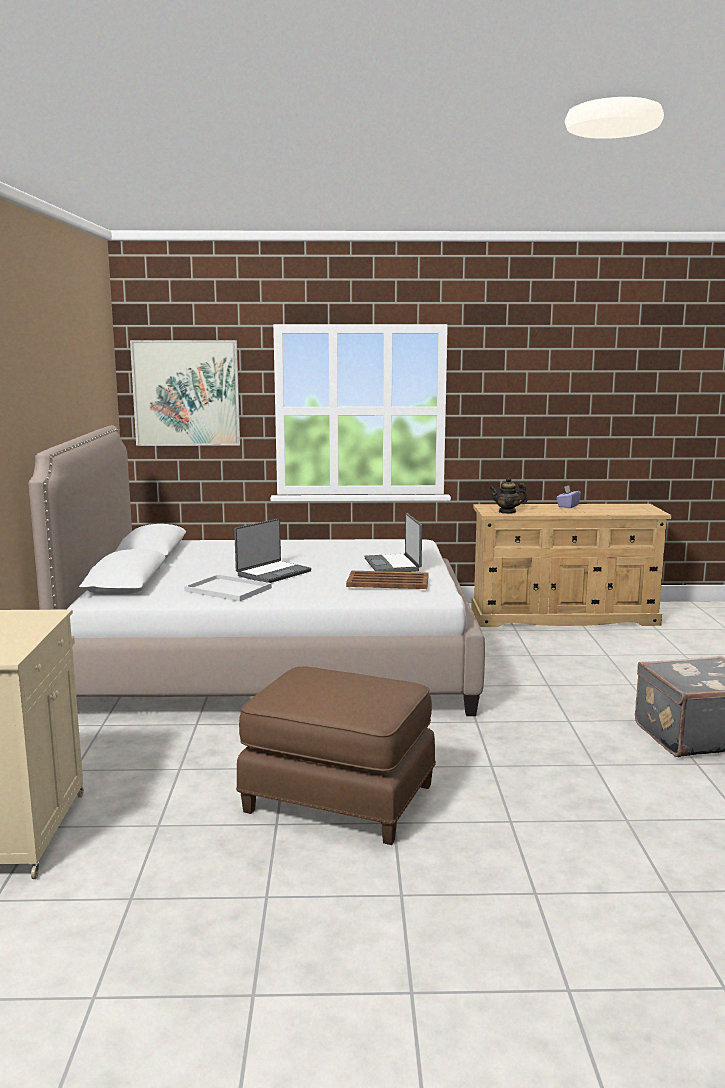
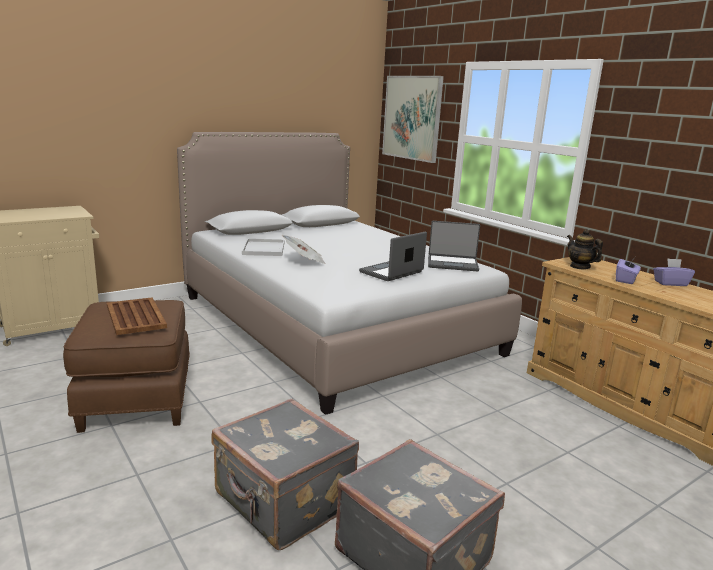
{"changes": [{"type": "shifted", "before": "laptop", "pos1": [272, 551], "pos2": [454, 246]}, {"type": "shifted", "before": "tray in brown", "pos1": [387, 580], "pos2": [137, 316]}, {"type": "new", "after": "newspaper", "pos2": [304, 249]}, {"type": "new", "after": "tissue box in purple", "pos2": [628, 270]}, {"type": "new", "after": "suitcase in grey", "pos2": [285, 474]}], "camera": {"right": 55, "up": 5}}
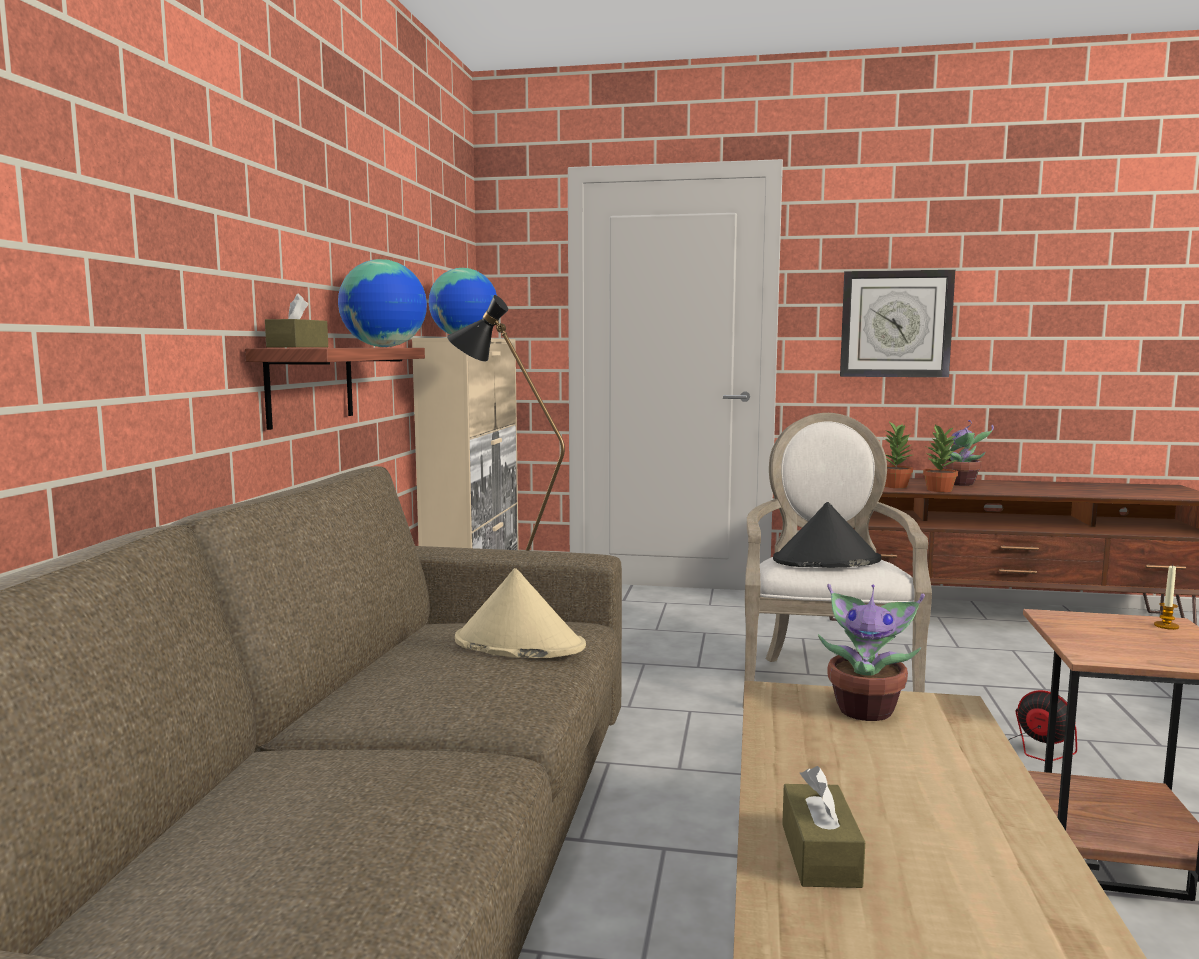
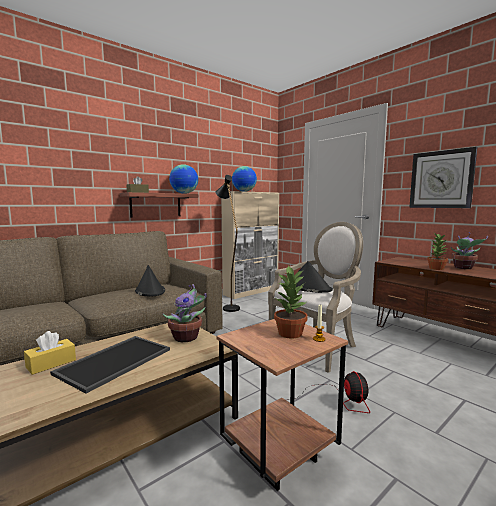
{"changes": [{"type": "shifted", "before": "potted plant", "pos1": [898, 455], "pos2": [291, 302]}, {"type": "repainted", "before": "hat in beige", "after": "hat in black", "pos1": [520, 613], "pos2": [150, 281]}, {"type": "repainted", "before": "tissue box in brown", "after": "tissue box in yellow", "pos1": [823, 827], "pos2": [50, 353]}, {"type": "new", "after": "tray", "pos2": [110, 365]}], "camera": {"right": 40, "up": 0}}
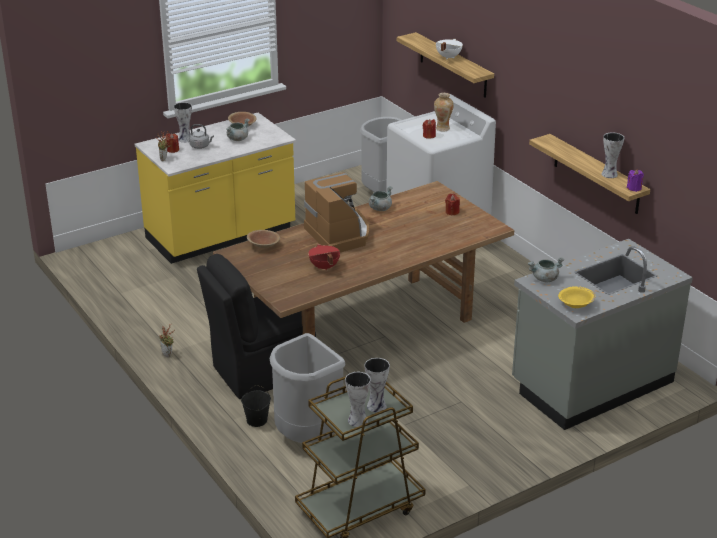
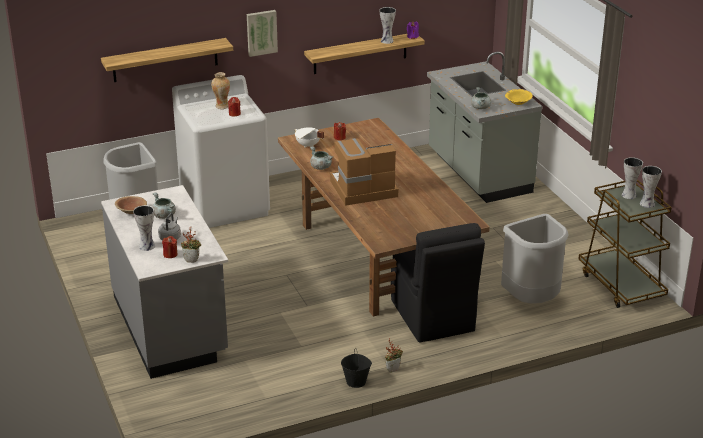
{"changes": [{"type": "shifted", "before": "cooking pot in white", "pos1": [449, 49], "pos2": [309, 137]}, {"type": "repainted", "before": "counter in yellow", "after": "counter in grey", "pos1": [215, 188], "pos2": [164, 282]}, {"type": "gone", "before": "bowl in brown", "pos1": [263, 239]}, {"type": "gone", "before": "cooking pot in red", "pos1": [324, 257]}, {"type": "shifted", "before": "bucket in black", "pos1": [256, 406], "pos2": [356, 368]}, {"type": "new", "after": "picture", "pos2": [262, 33]}], "camera": {"right": -80, "up": 0}}
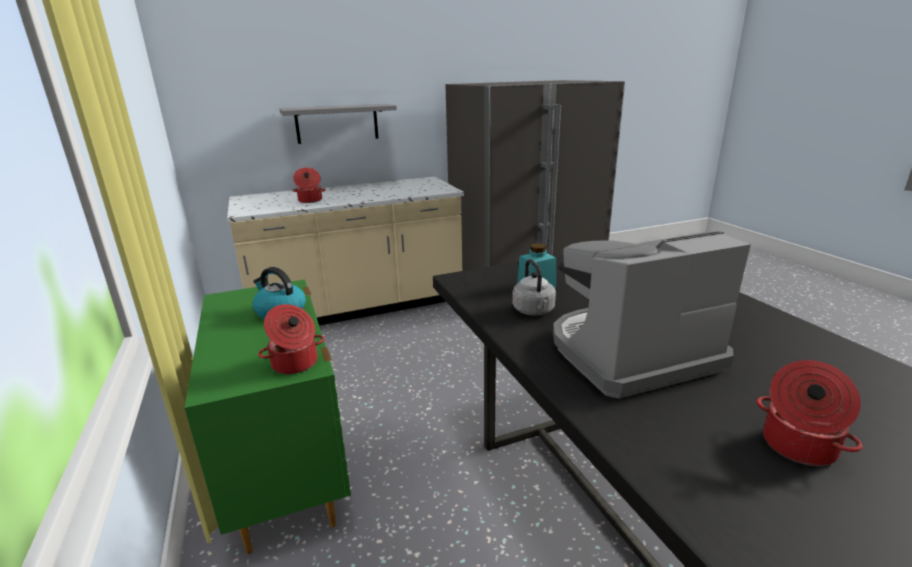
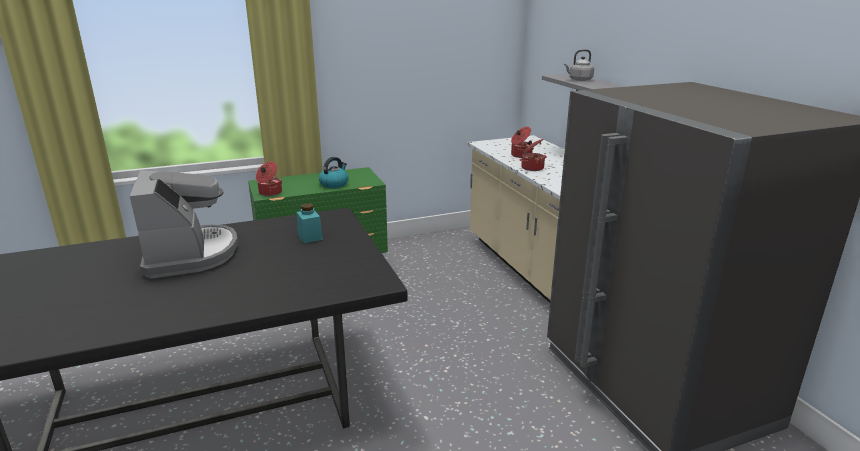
{"changes": [{"type": "shifted", "before": "kettle in grey", "pos1": [534, 287], "pos2": [579, 65]}, {"type": "shifted", "before": "cooking pot", "pos1": [809, 413], "pos2": [533, 155]}], "camera": {"right": 90, "up": 0}}
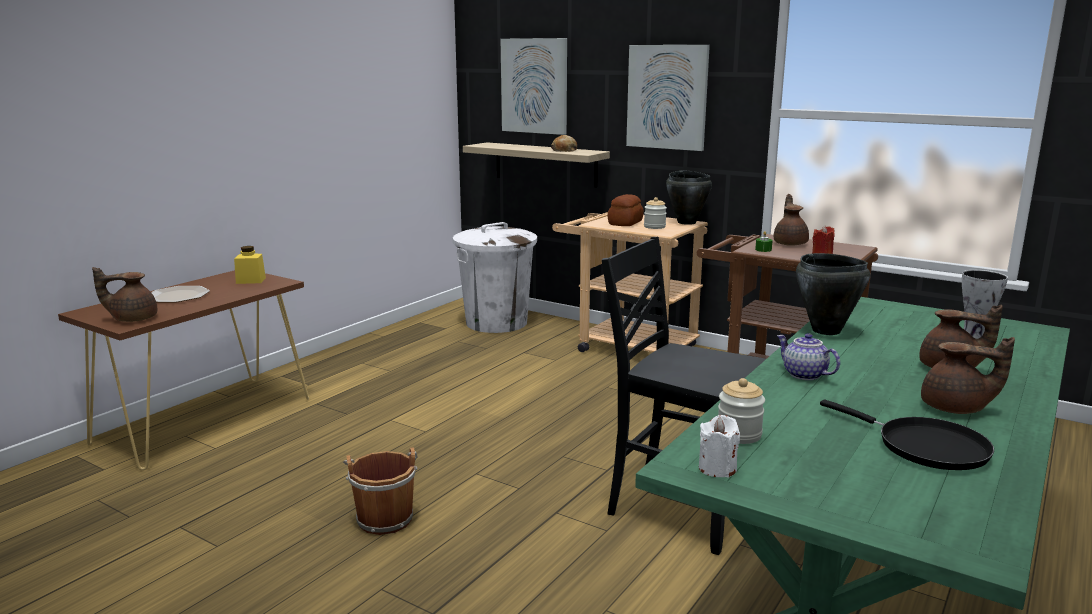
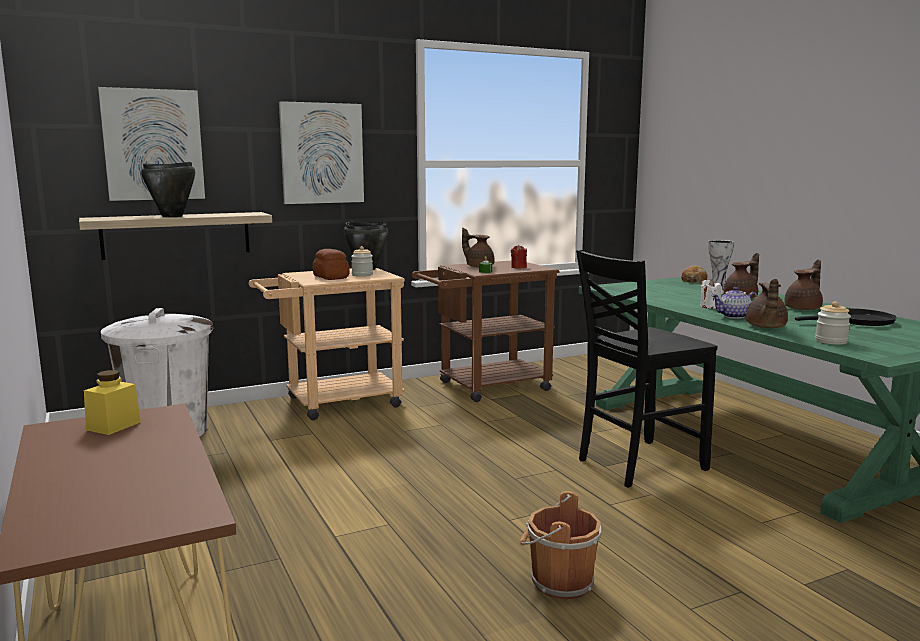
{"changes": [{"type": "shifted", "before": "bread", "pos1": [564, 143], "pos2": [694, 274]}, {"type": "shifted", "before": "cooking pot in black", "pos1": [833, 294], "pos2": [168, 189]}, {"type": "shifted", "before": "teapot in brown", "pos1": [124, 294], "pos2": [767, 303]}, {"type": "gone", "before": "plate", "pos1": [180, 294]}, {"type": "shifted", "before": "candle in white", "pos1": [719, 446], "pos2": [711, 294]}], "camera": {"right": -60, "up": -5}}
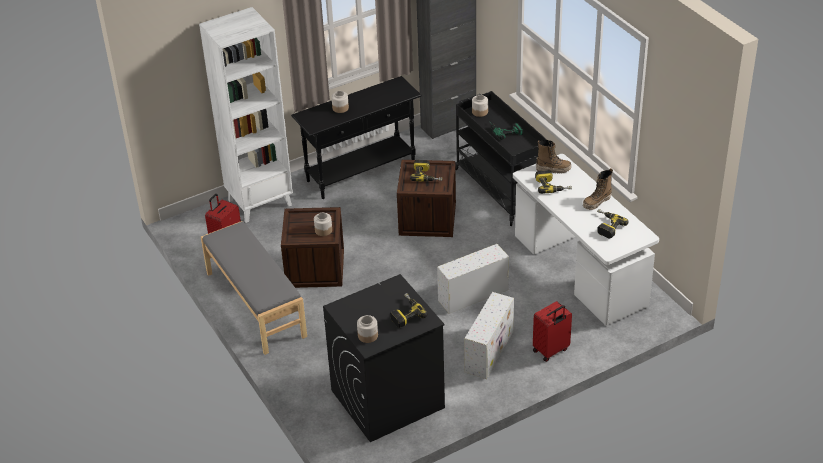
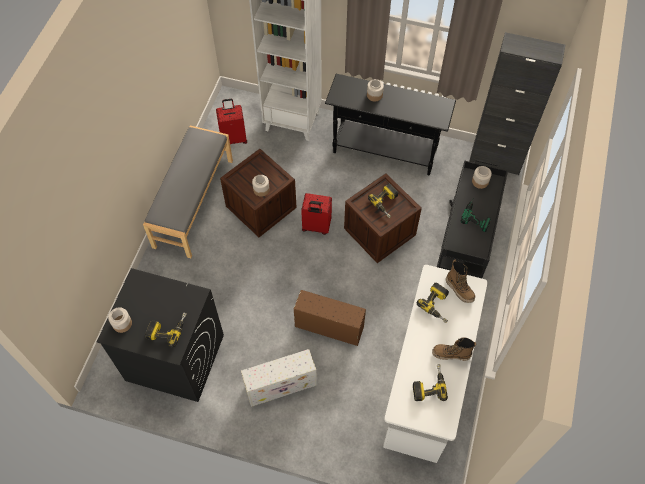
{"changes": [{"type": "repainted", "before": "storage box in white", "after": "storage box in brown", "pos1": [473, 279], "pos2": [330, 318]}, {"type": "shifted", "before": "suitcase in red", "pos1": [552, 331], "pos2": [316, 214]}], "camera": {"right": 45, "up": 20}}
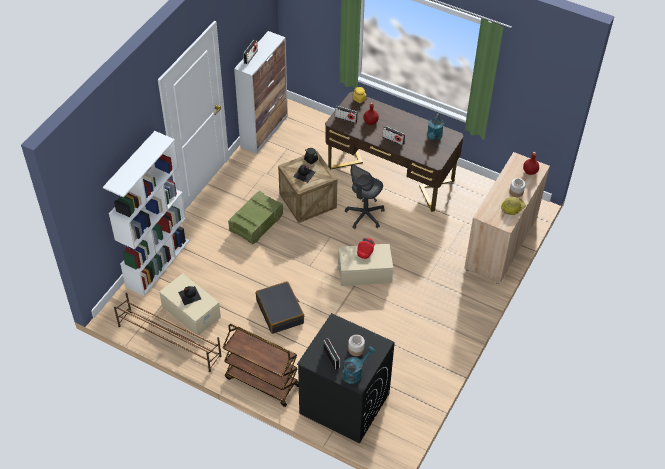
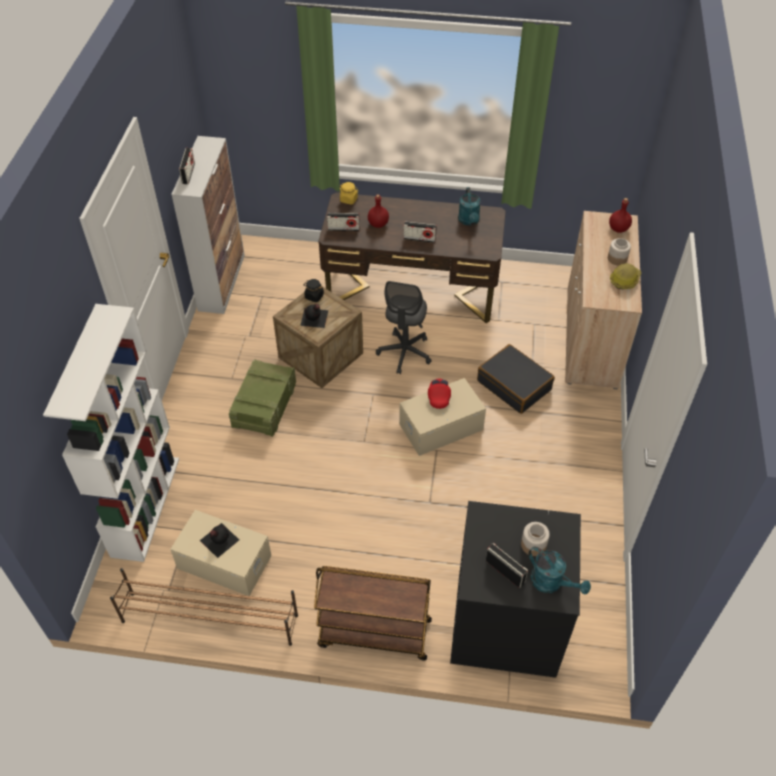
{"changes": [{"type": "shifted", "before": "suitcase in black", "pos1": [280, 307], "pos2": [516, 379]}, {"type": "rotated", "before": "watering can in turquoise", "pos1": [358, 365], "pos2": [560, 570], "turn": 105}], "camera": {"right": -20, "up": 0}}
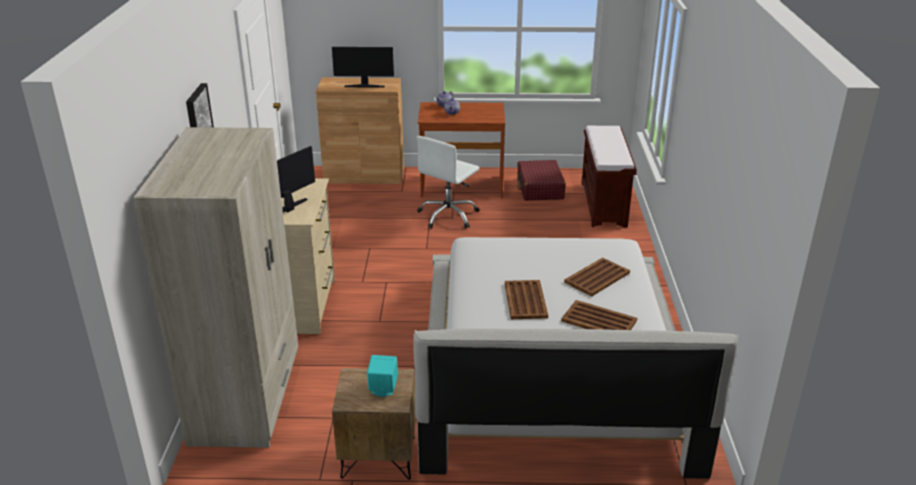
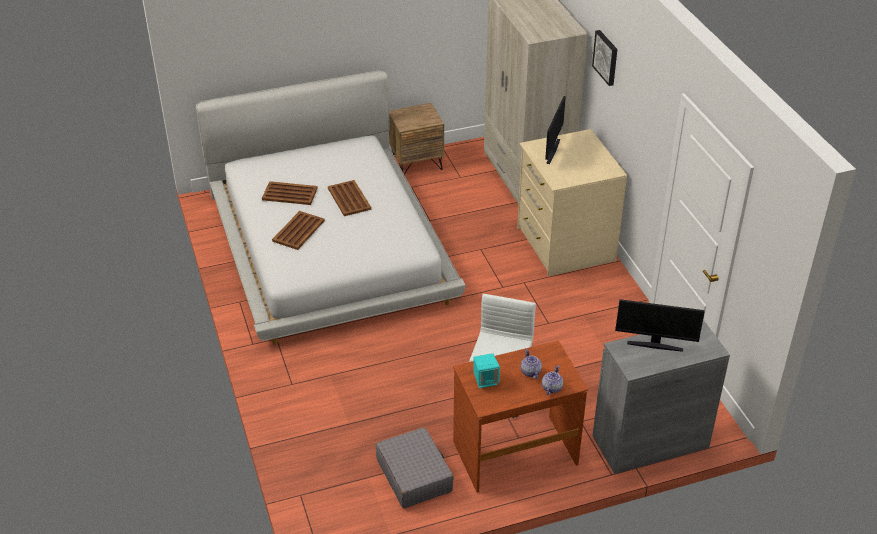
{"changes": [{"type": "rotated", "before": "monitor", "pos1": [363, 67], "pos2": [660, 325], "turn": -150}, {"type": "repainted", "before": "cabinet in brown", "after": "cabinet in grey", "pos1": [360, 130], "pos2": [661, 397]}, {"type": "gone", "before": "bench in brown", "pos1": [609, 176]}, {"type": "repainted", "before": "suitcase in red", "after": "suitcase in grey", "pos1": [541, 180], "pos2": [415, 467]}, {"type": "shifted", "before": "speaker in turquoise", "pos1": [382, 376], "pos2": [486, 370]}], "camera": {"right": 160, "up": 10}}
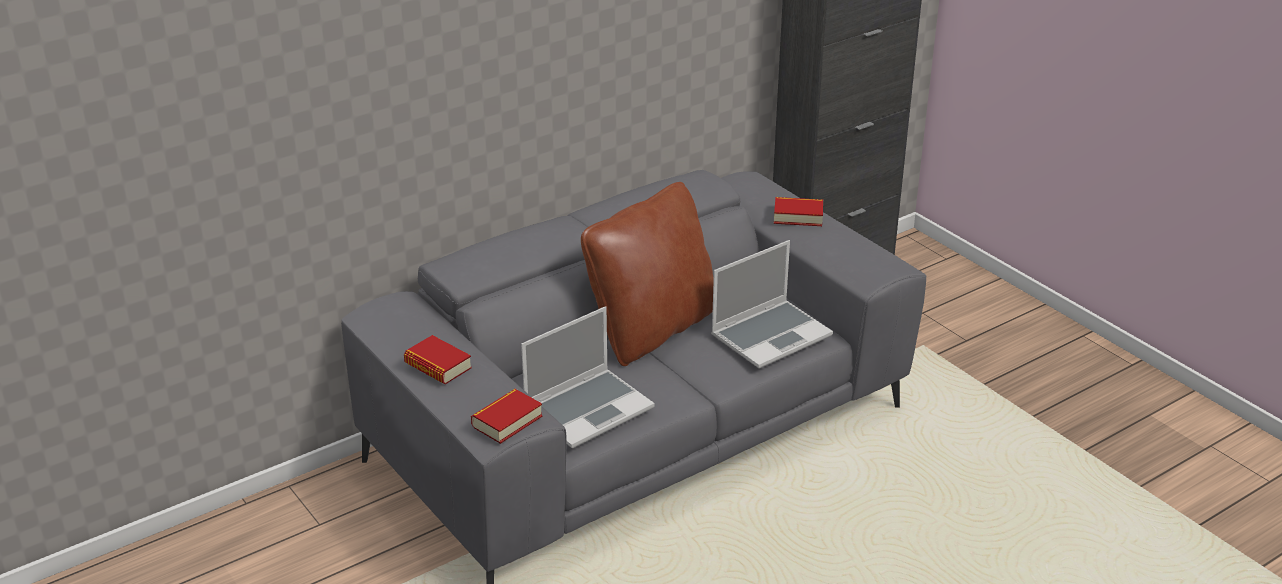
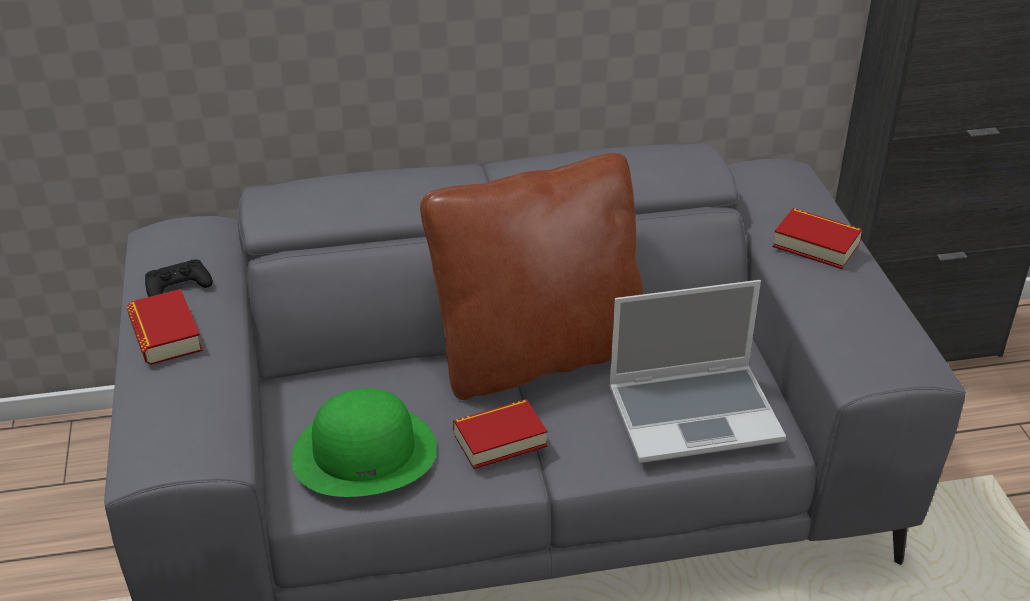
{"changes": [{"type": "swapped", "before": "laptop", "after": "hat in green", "pos1": [588, 377], "pos2": [364, 442]}, {"type": "shifted", "before": "book", "pos1": [507, 416], "pos2": [500, 434]}, {"type": "new", "after": "game controller in black", "pos2": [179, 278]}], "camera": {"right": 25, "up": 5}}
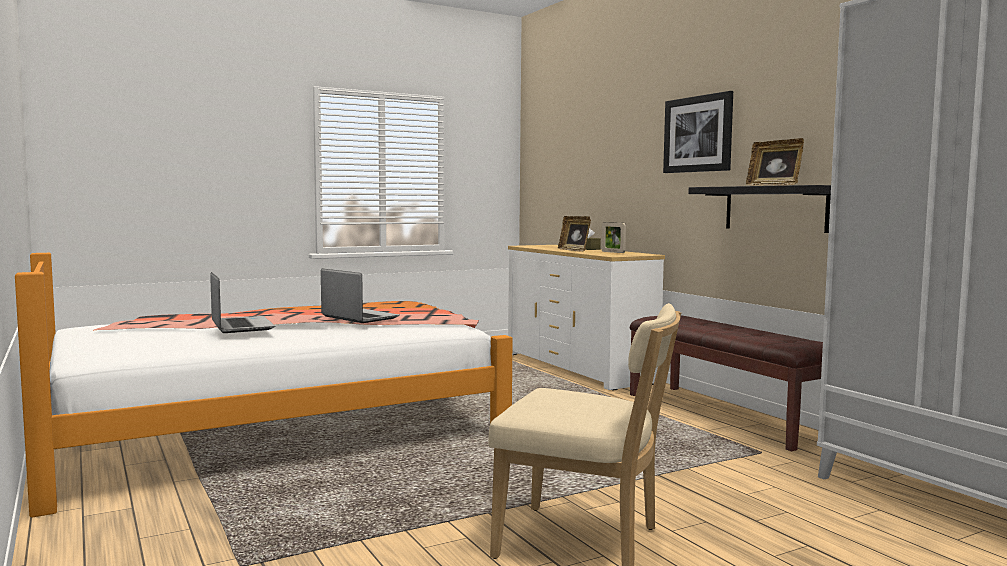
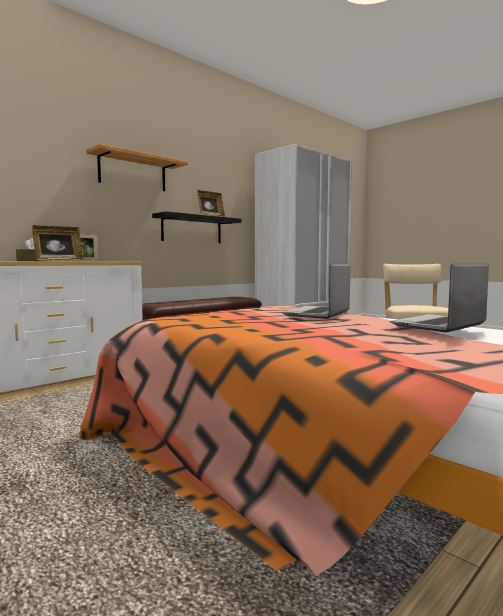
{"changes": [{"type": "swapped", "before": "picture", "after": "shelf", "pos1": [698, 132], "pos2": [137, 167]}], "camera": {"right": -105, "up": 0}}
